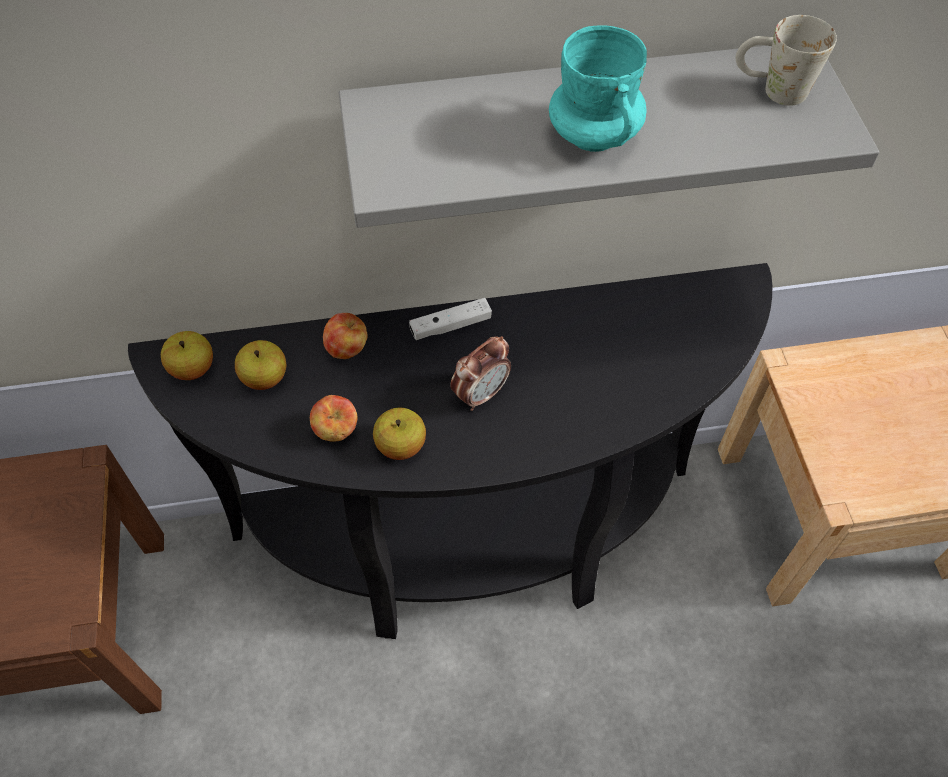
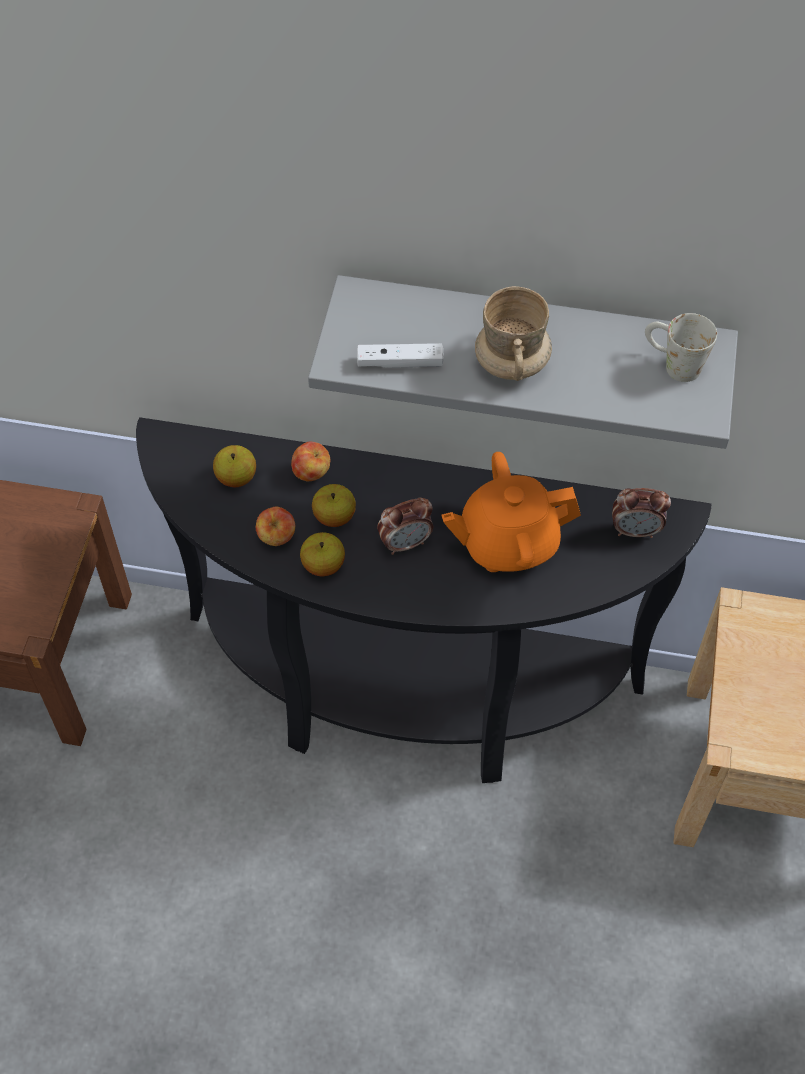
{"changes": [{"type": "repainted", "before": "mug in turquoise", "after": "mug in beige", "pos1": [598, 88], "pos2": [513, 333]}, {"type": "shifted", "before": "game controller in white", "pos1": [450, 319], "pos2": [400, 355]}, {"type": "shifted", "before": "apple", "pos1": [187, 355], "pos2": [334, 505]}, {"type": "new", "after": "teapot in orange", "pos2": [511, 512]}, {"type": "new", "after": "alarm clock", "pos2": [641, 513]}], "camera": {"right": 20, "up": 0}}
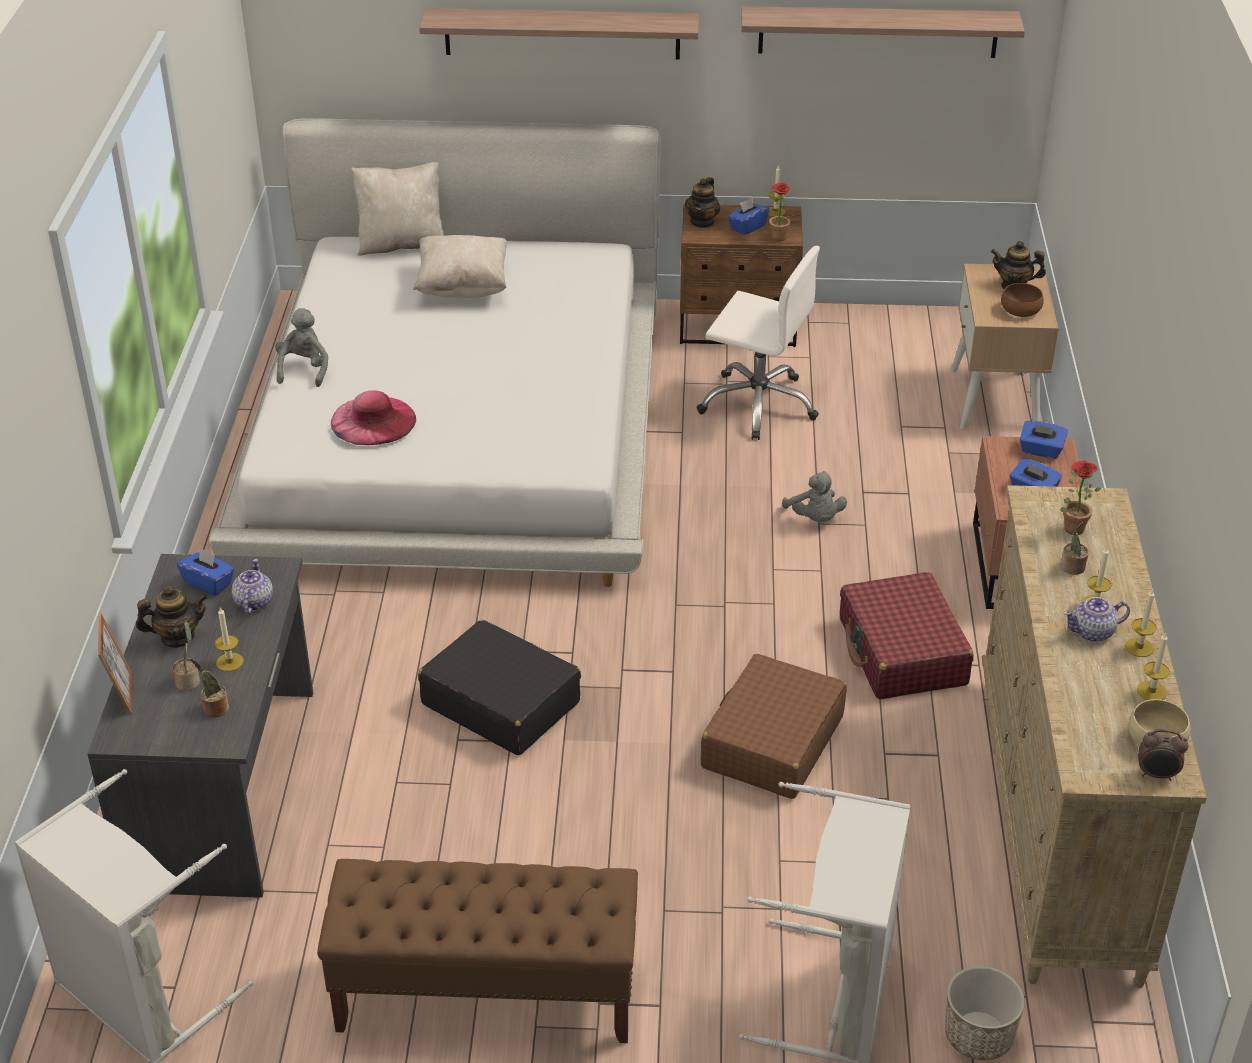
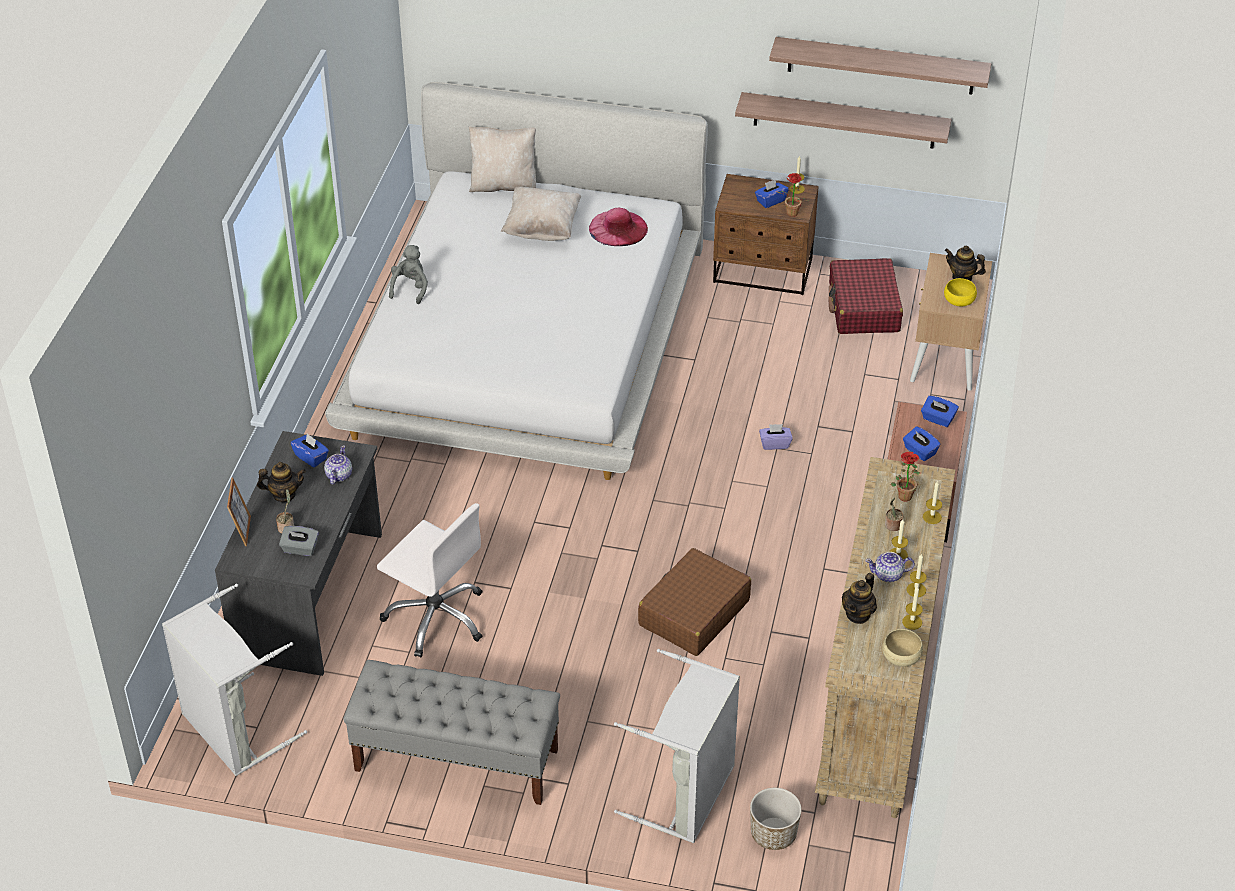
{"changes": [{"type": "shifted", "before": "shelf", "pos1": [559, 34], "pos2": [843, 120]}, {"type": "shifted", "before": "teapot", "pos1": [702, 202], "pos2": [859, 598]}, {"type": "shifted", "before": "office chair in white", "pos1": [758, 343], "pos2": [429, 580]}, {"type": "repainted", "before": "bowl in brown", "after": "bowl in yellow", "pos1": [1022, 300], "pos2": [960, 292]}, {"type": "shifted", "before": "hat in pink", "pos1": [373, 417], "pos2": [618, 227]}, {"type": "swapped", "before": "plush toy in grey", "after": "tissue box in purple", "pos1": [814, 496], "pos2": [776, 437]}, {"type": "shifted", "before": "suitcase in red", "pos1": [907, 635], "pos2": [866, 296]}, {"type": "shifted", "before": "candle", "pos1": [229, 639], "pos2": [932, 502]}, {"type": "gone", "before": "suitcase in black", "pos1": [499, 687]}, {"type": "swapped", "before": "potted plant", "after": "tissue box in grey", "pos1": [209, 688], "pos2": [299, 541]}, {"type": "gone", "before": "alarm clock", "pos1": [1163, 755]}, {"type": "repainted", "before": "bench in brown", "after": "bench in grey", "pos1": [477, 951], "pos2": [451, 732]}], "camera": {"right": 10, "up": 5}}
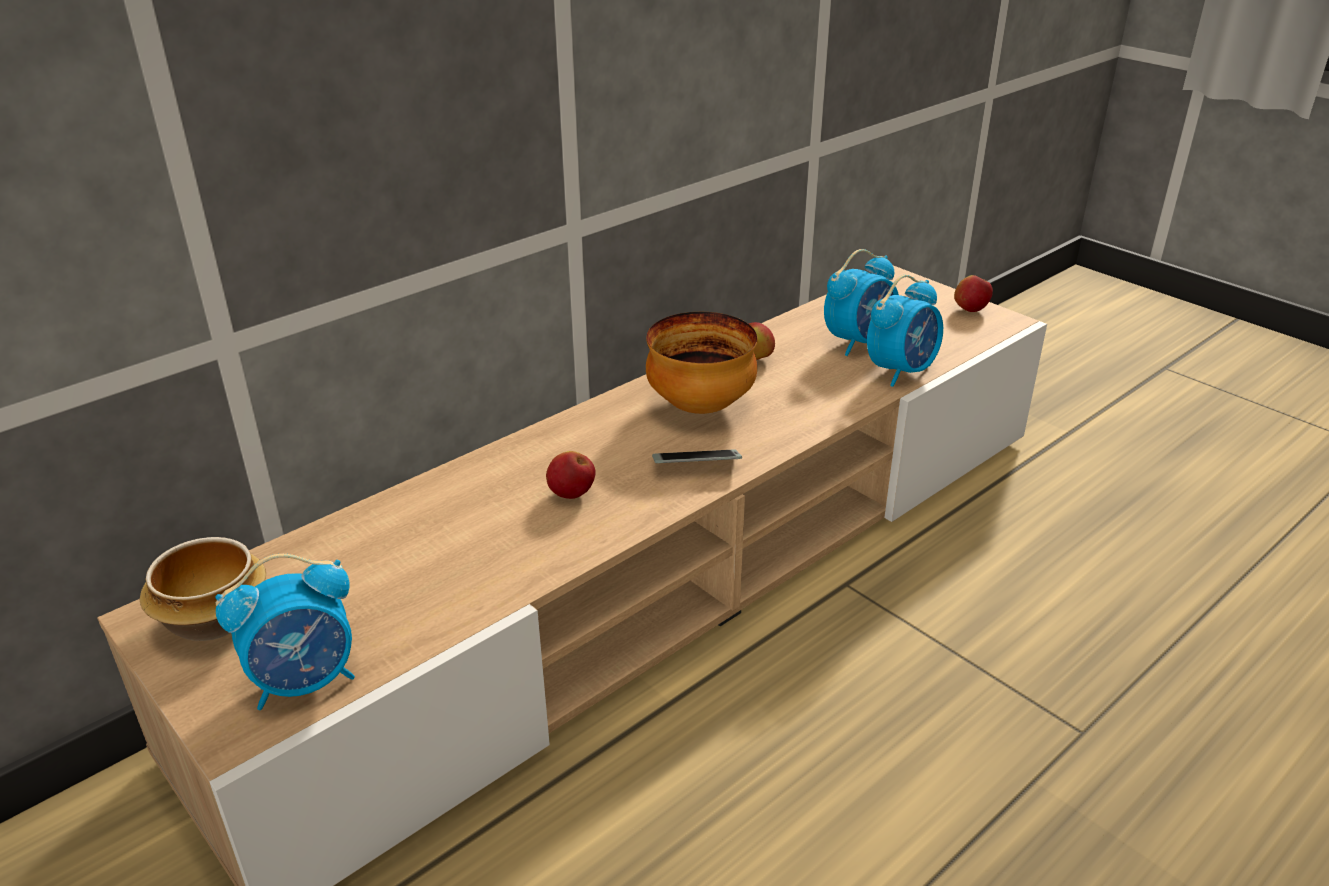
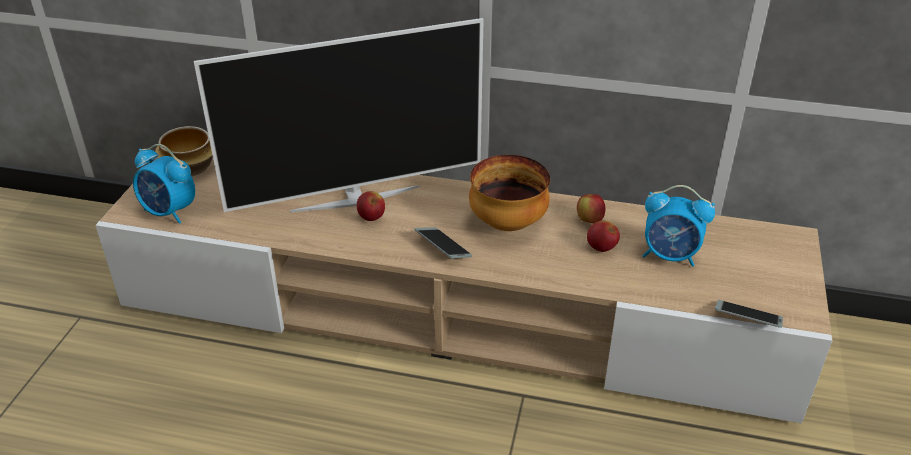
{"changes": [{"type": "gone", "before": "alarm clock", "pos1": [905, 331]}, {"type": "shifted", "before": "apple", "pos1": [973, 293], "pos2": [603, 236]}, {"type": "new", "after": "television", "pos2": [339, 115]}, {"type": "new", "after": "phone", "pos2": [749, 314]}], "camera": {"right": 55, "up": 5}}
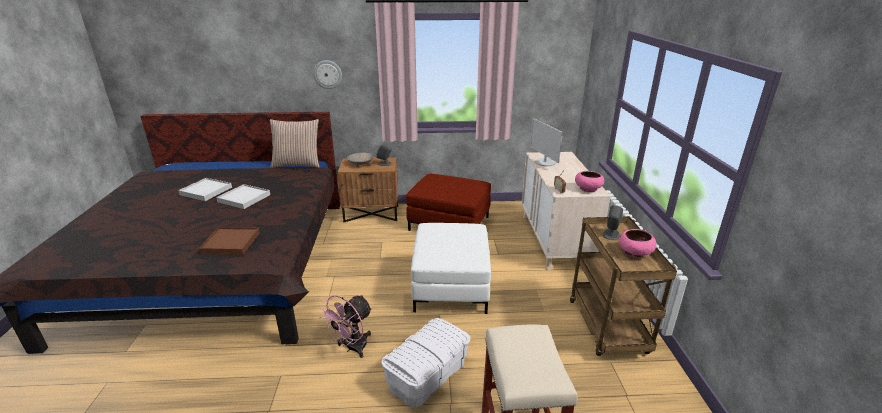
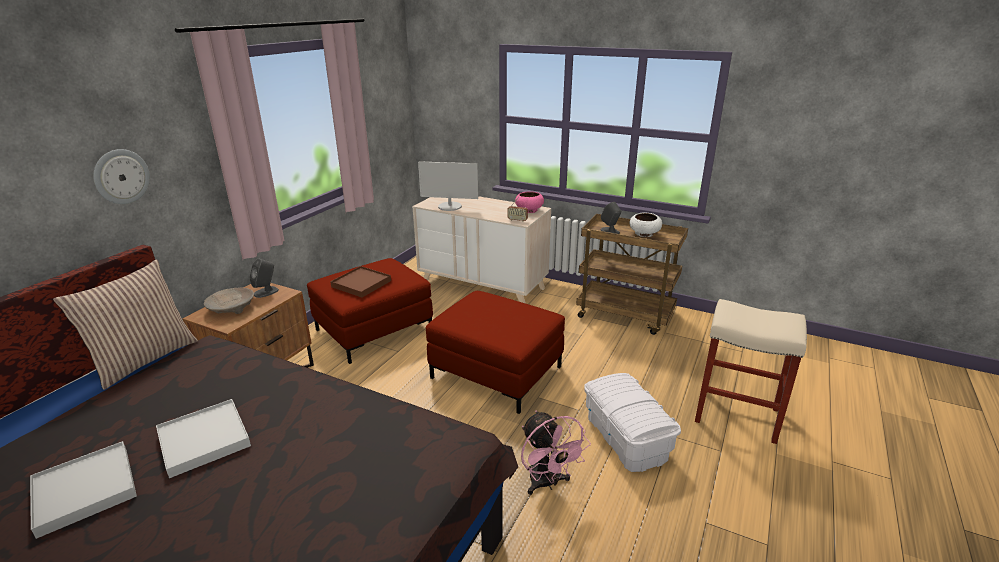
{"changes": [{"type": "repainted", "before": "ottoman in white", "after": "ottoman in red", "pos1": [451, 268], "pos2": [495, 352]}, {"type": "shifted", "before": "tray in brown", "pos1": [229, 241], "pos2": [360, 282]}, {"type": "repainted", "before": "bowl in pink", "after": "bowl in white", "pos1": [638, 243], "pos2": [646, 225]}], "camera": {"right": -60, "up": 0}}
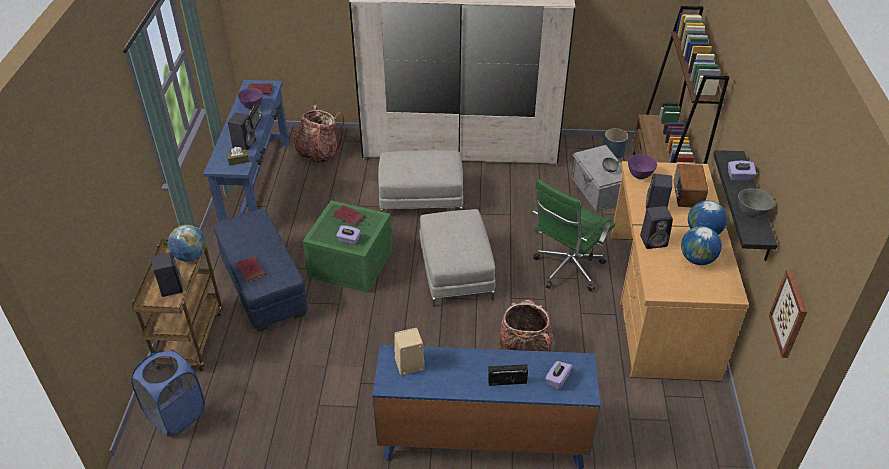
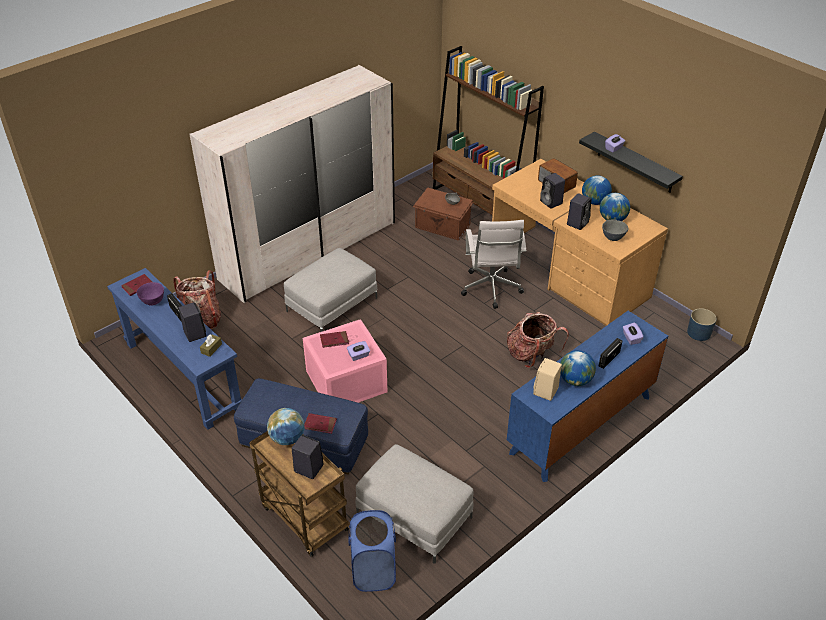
{"changes": [{"type": "shifted", "before": "planter in blue", "pos1": [615, 143], "pos2": [702, 324]}, {"type": "repainted", "before": "storage box in grey", "after": "storage box in brown", "pos1": [597, 178], "pos2": [443, 214]}, {"type": "gone", "before": "bowl in purple", "pos1": [642, 166]}, {"type": "repainted", "before": "office chair in green", "after": "office chair in white", "pos1": [573, 235], "pos2": [493, 264]}, {"type": "shifted", "before": "bowl in grey", "pos1": [756, 203], "pos2": [615, 230]}, {"type": "repainted", "before": "storage box in green", "after": "storage box in pink", "pos1": [347, 246], "pos2": [345, 361]}, {"type": "shifted", "before": "ottoman in grey", "pos1": [458, 258], "pos2": [414, 504]}, {"type": "gone", "before": "picture", "pos1": [788, 313]}, {"type": "new", "after": "globe", "pos2": [578, 368]}], "camera": {"right": -45, "up": 0}}
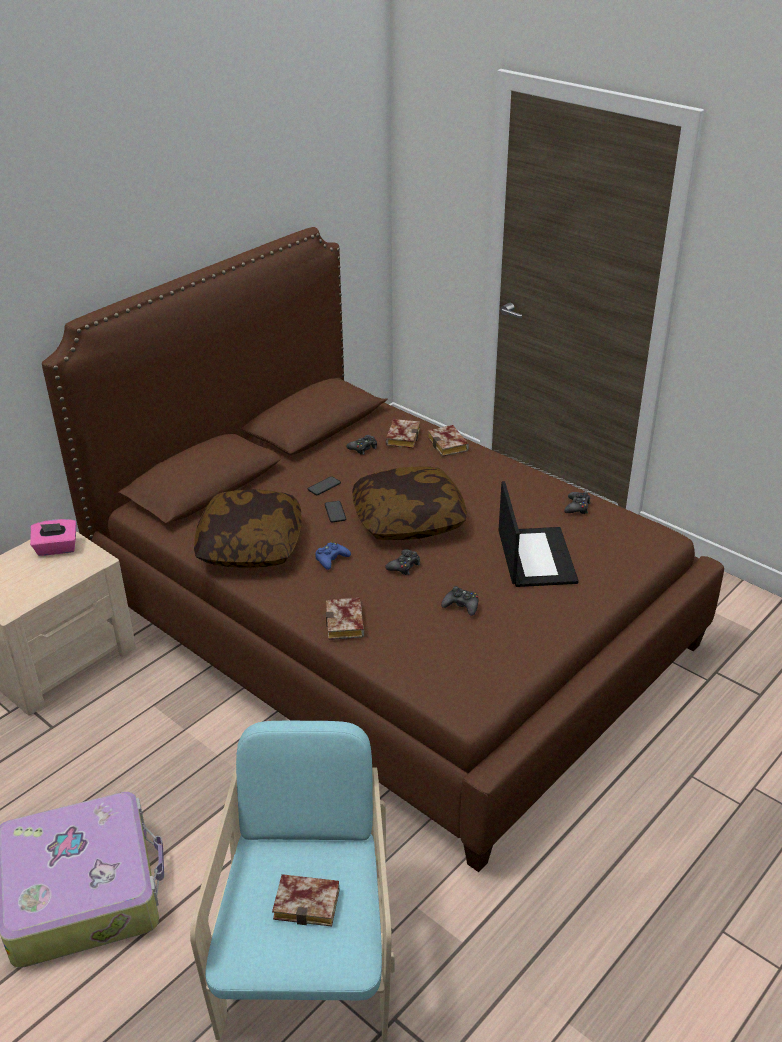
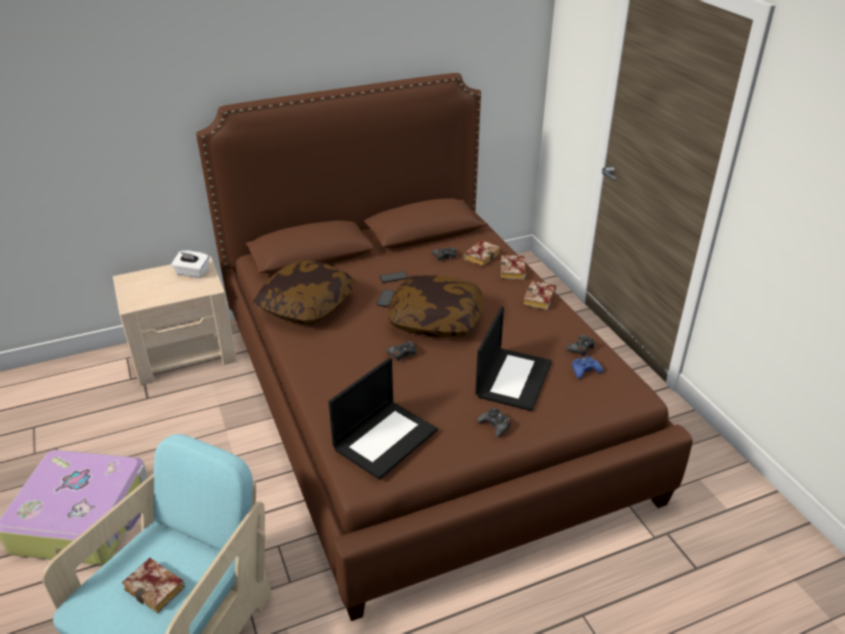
{"changes": [{"type": "repainted", "before": "tissue box in pink", "after": "tissue box in white", "pos1": [53, 537], "pos2": [190, 264]}, {"type": "shifted", "before": "game controller in blue", "pos1": [333, 556], "pos2": [587, 367]}, {"type": "shifted", "before": "game controller in black", "pos1": [459, 601], "pos2": [494, 422]}, {"type": "shifted", "before": "book", "pos1": [345, 619], "pos2": [539, 295]}, {"type": "new", "after": "laptop", "pos2": [382, 419]}], "camera": {"right": 25, "up": 0}}
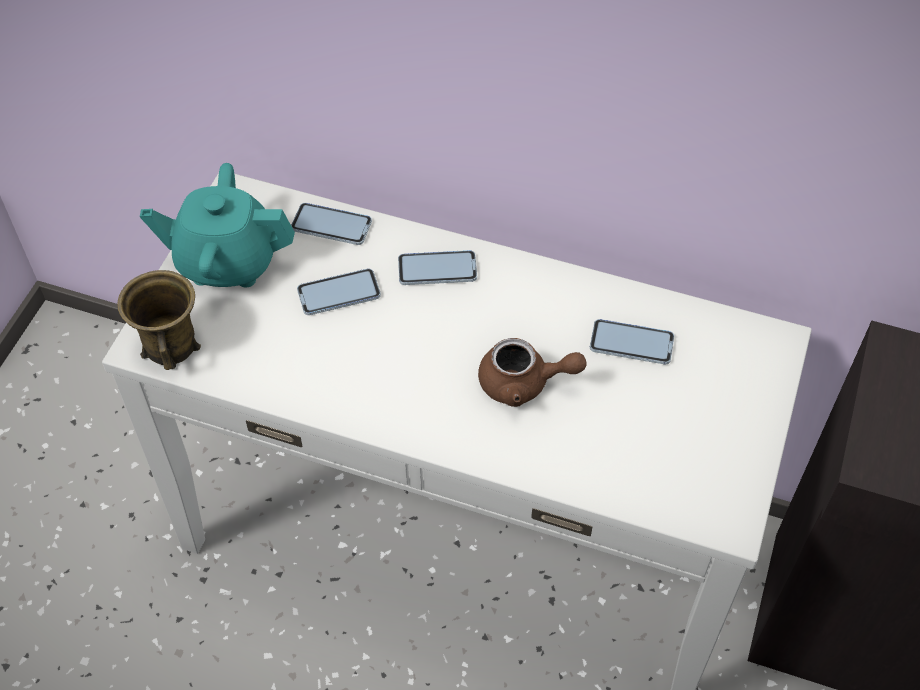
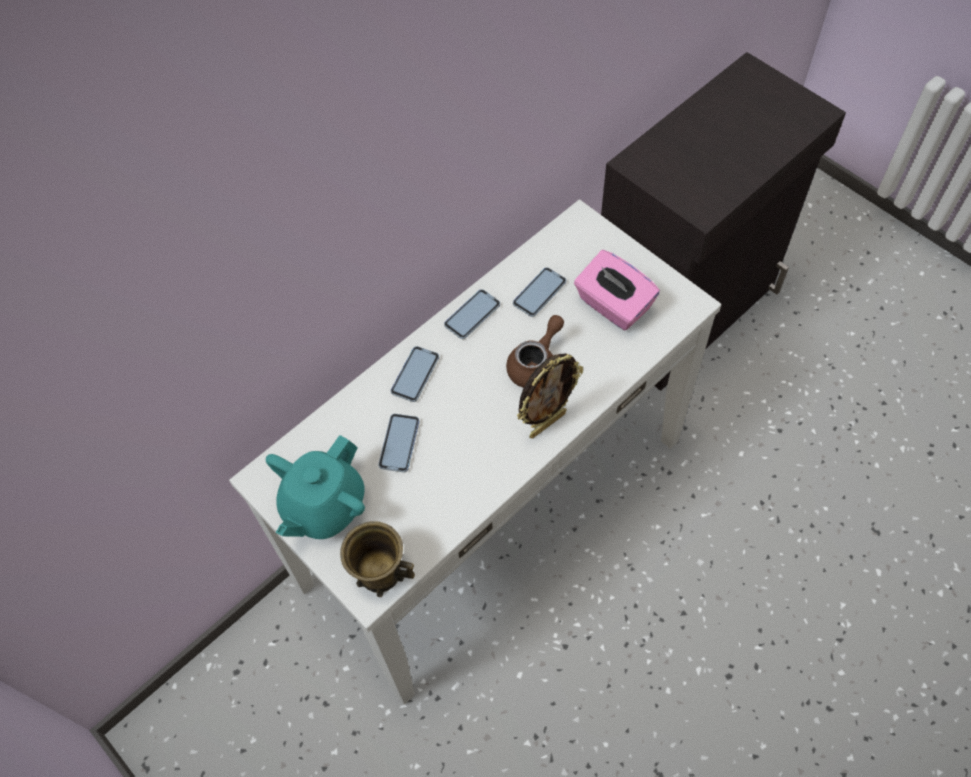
{"changes": [{"type": "shifted", "before": "phone", "pos1": [331, 224], "pos2": [472, 314]}, {"type": "new", "after": "tissue box in pink", "pos2": [617, 290]}, {"type": "new", "after": "picture frame", "pos2": [550, 395]}], "camera": {"right": -60, "up": 5}}
